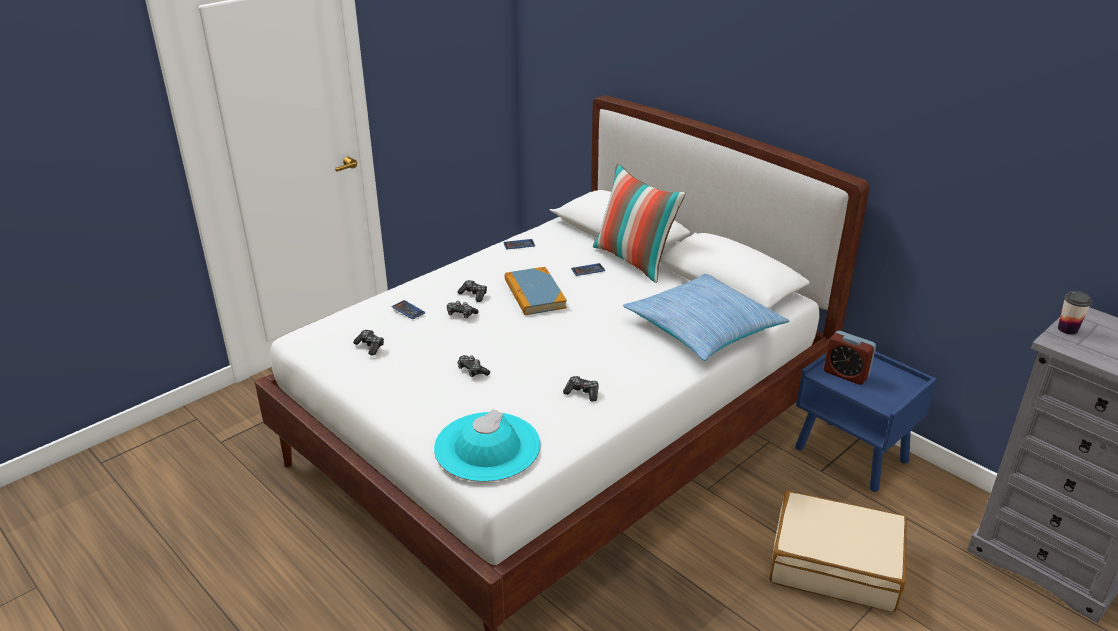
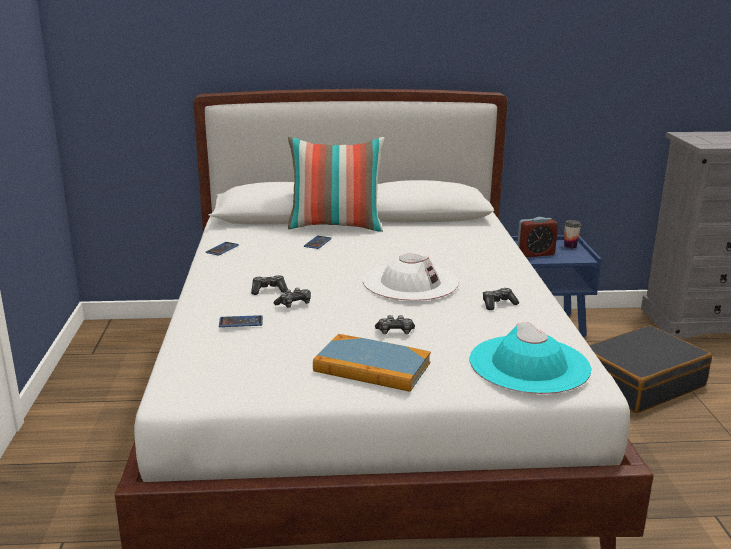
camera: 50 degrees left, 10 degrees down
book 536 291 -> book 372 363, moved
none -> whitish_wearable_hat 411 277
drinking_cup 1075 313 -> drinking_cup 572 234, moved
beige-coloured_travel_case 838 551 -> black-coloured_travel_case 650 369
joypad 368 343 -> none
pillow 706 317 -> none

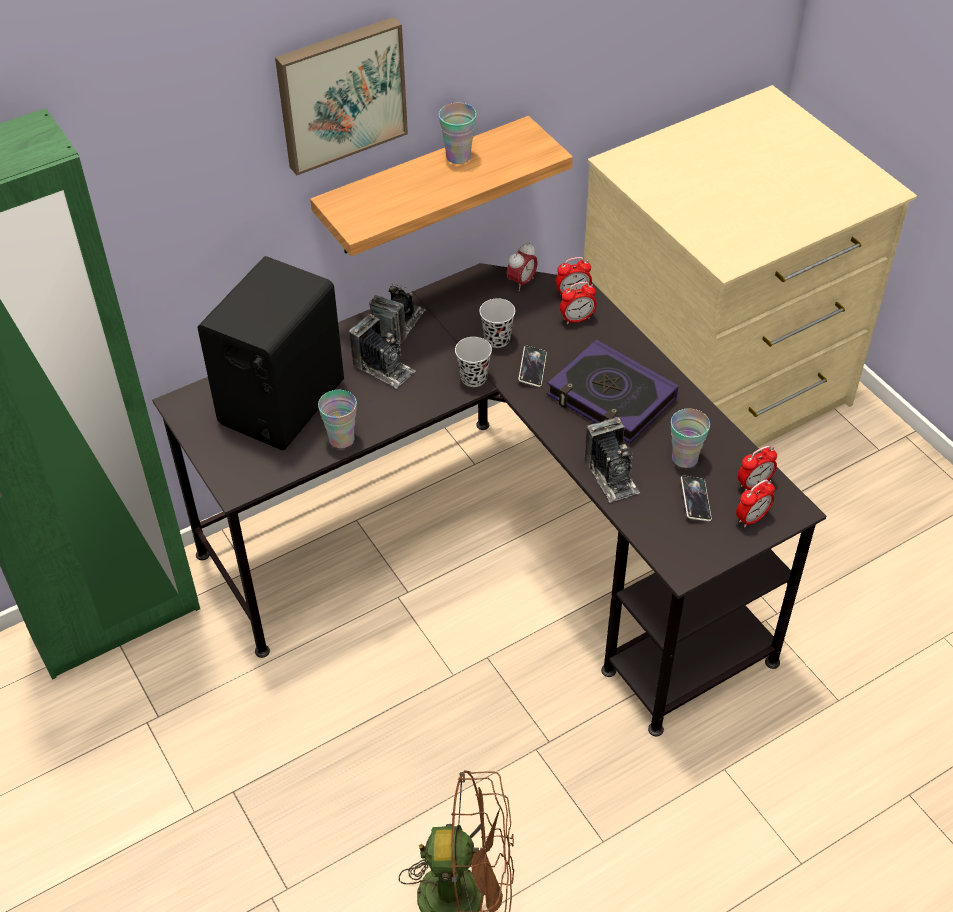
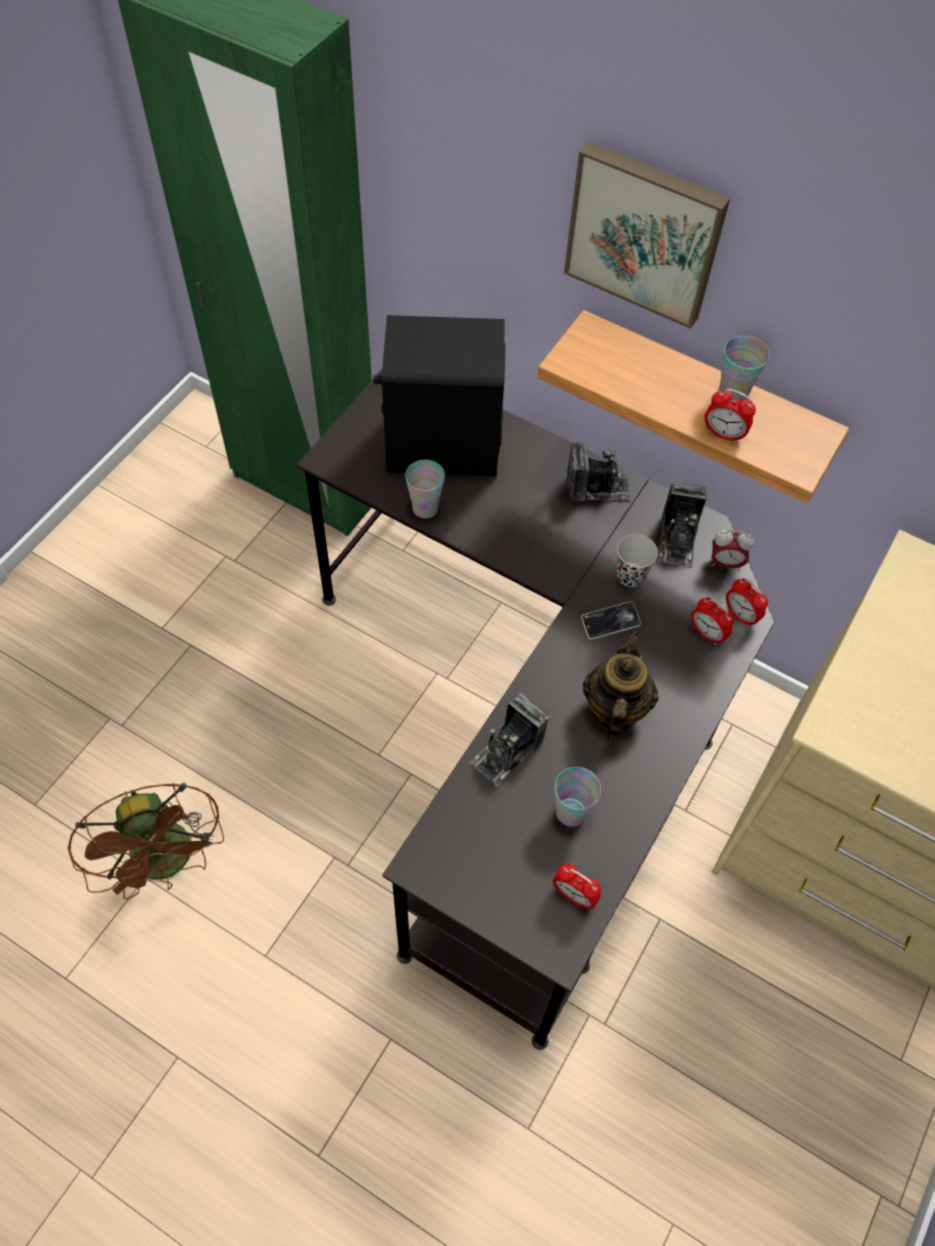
camera: 60 degrees right, 10 degrees up
book 612 392 -> teapot 621 686
photo_camera 382 351 -> photo_camera 683 524, moved
alarm_clock 755 503 -> alarm_clock 730 416, moved
black-coloured_drinking_cup 473 362 -> none
handset 696 498 -> none

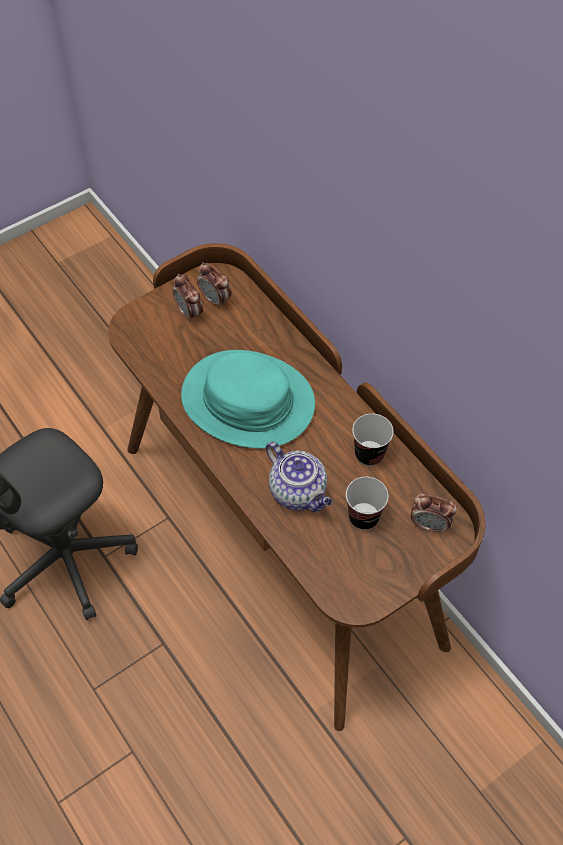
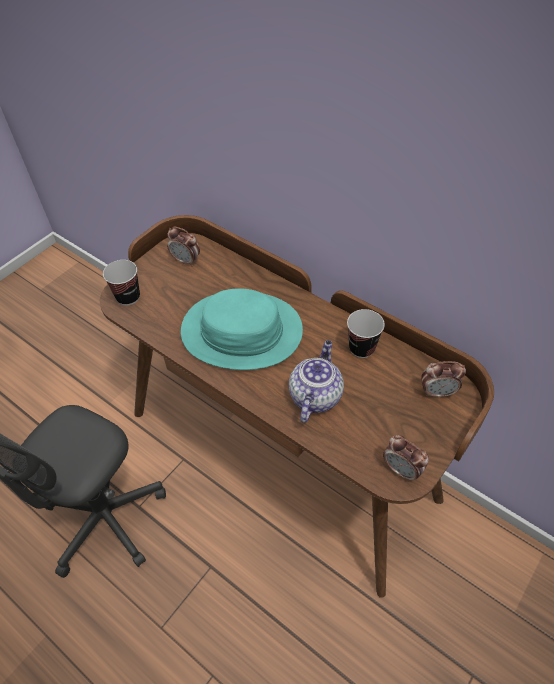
camera: 15 degrees left, 5 degrees down
drinking_cup 367 503 -> drinking_cup 121 283, moved
teapot 299 477 -> teapot 316 381, 105 degrees counterclockwise
alarm_clock 188 298 -> alarm_clock 406 458, moved

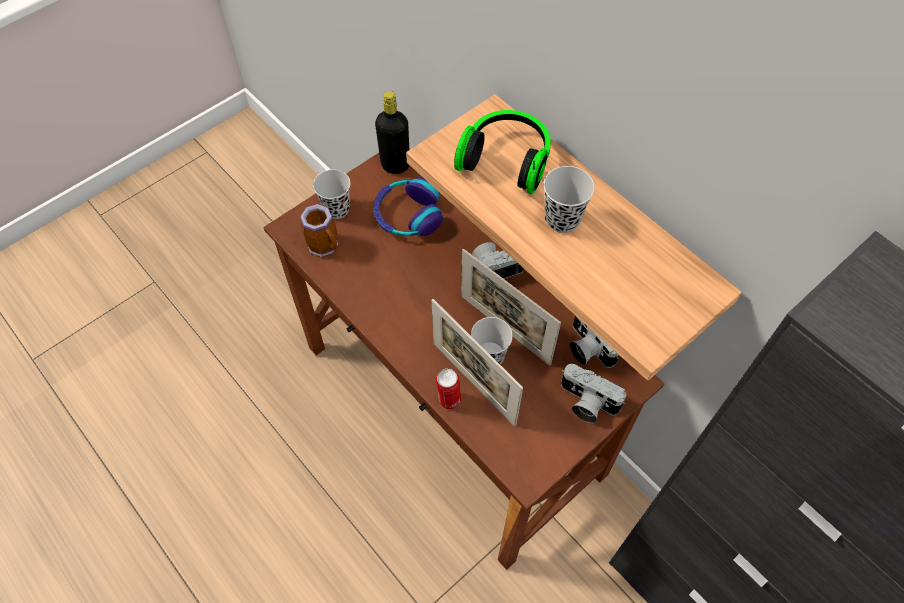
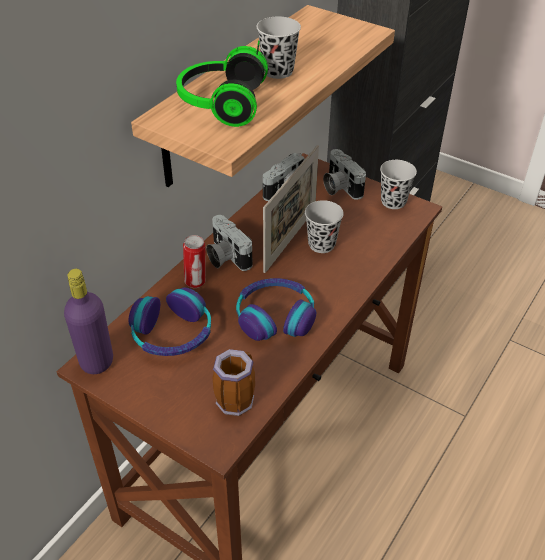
camera: 105 degrees left, 15 degrees down
black-coloured_beverage_bottle 392 132 -> purplish_beverage_bottle 88 321
sealed_can 448 388 -> sealed_can 194 261, moved
none -> pair_of_headphones 276 309
photo_camera 593 393 -> photo_camera 344 174, 135 degrees clockwise
black-coloured_drinking_cup 332 194 -> black-coloured_drinking_cup 398 184, moved
picture_frame 477 362 -> none

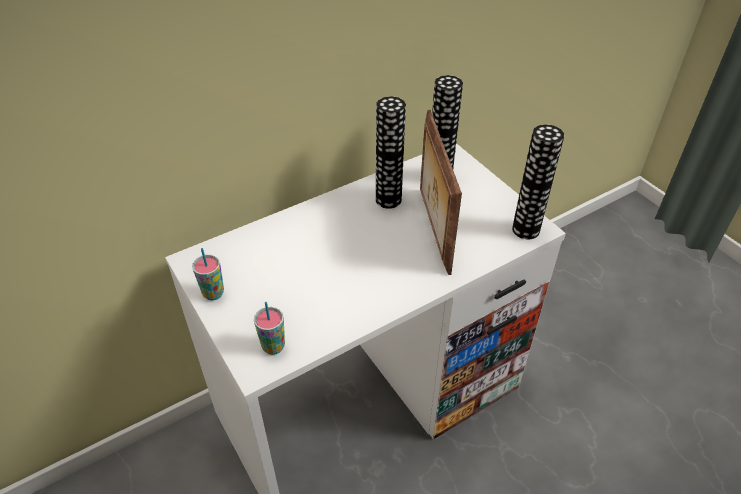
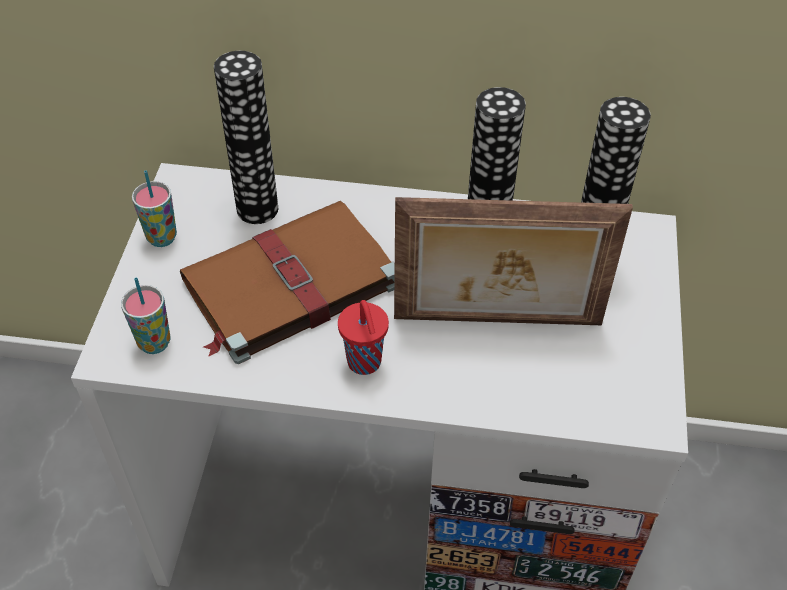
camera: 40 degrees right, 5 degrees up
none -> brown_book 287 282
vase 538 181 -> vase 246 137, moved
none -> red_drinking_cup 363 337
picture_frame 441 192 -> picture_frame 513 261, 120 degrees counterclockwise

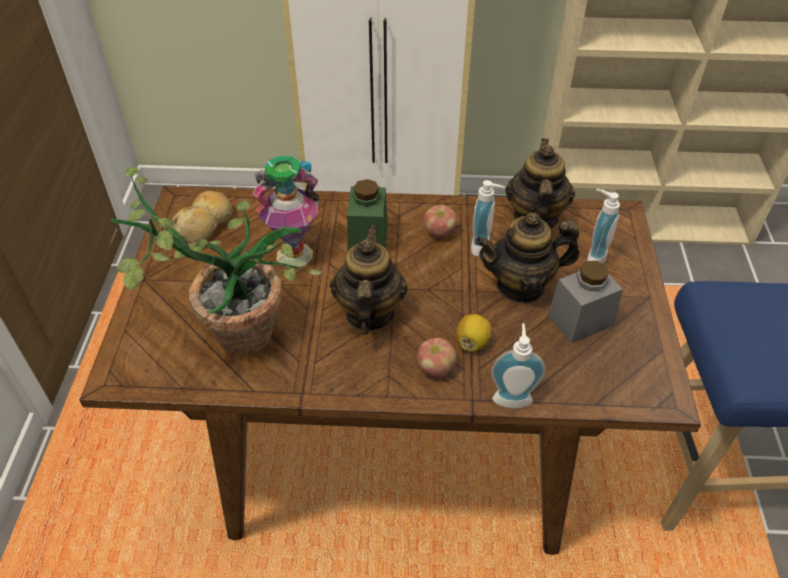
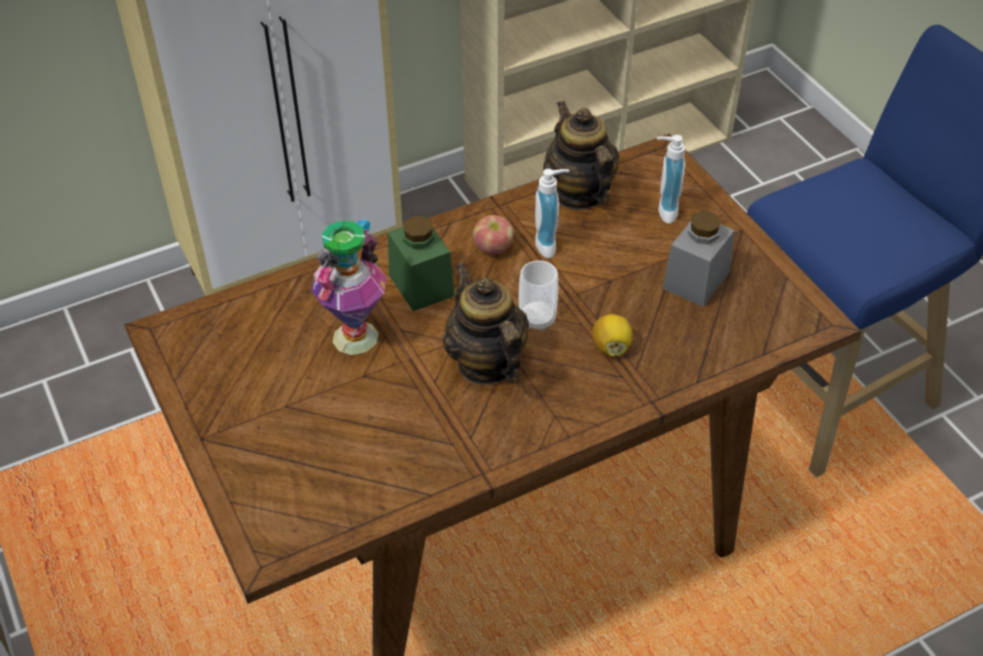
camera: 30 degrees left, 0 degrees up
none -> drinking_cup 538 295
houseplant 216 261 -> none
bakery_bread 202 218 -> none
apple_fruit 436 357 -> none
teapot 527 258 -> none
liquid_soap_bottle 518 366 -> none

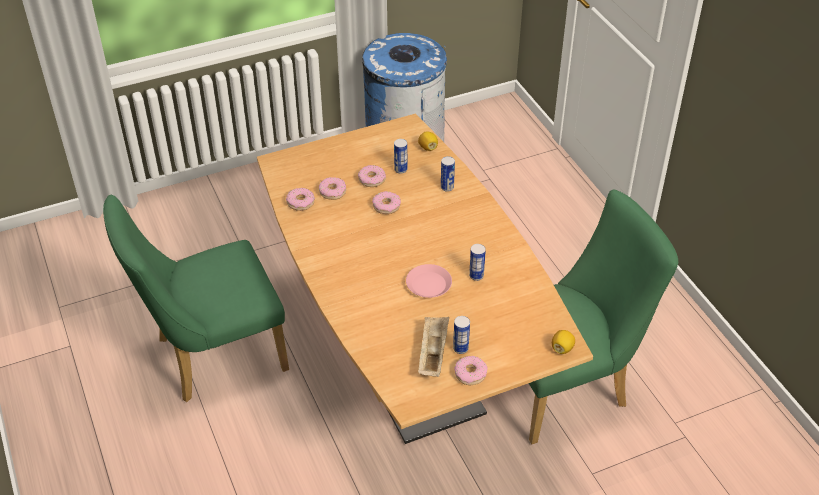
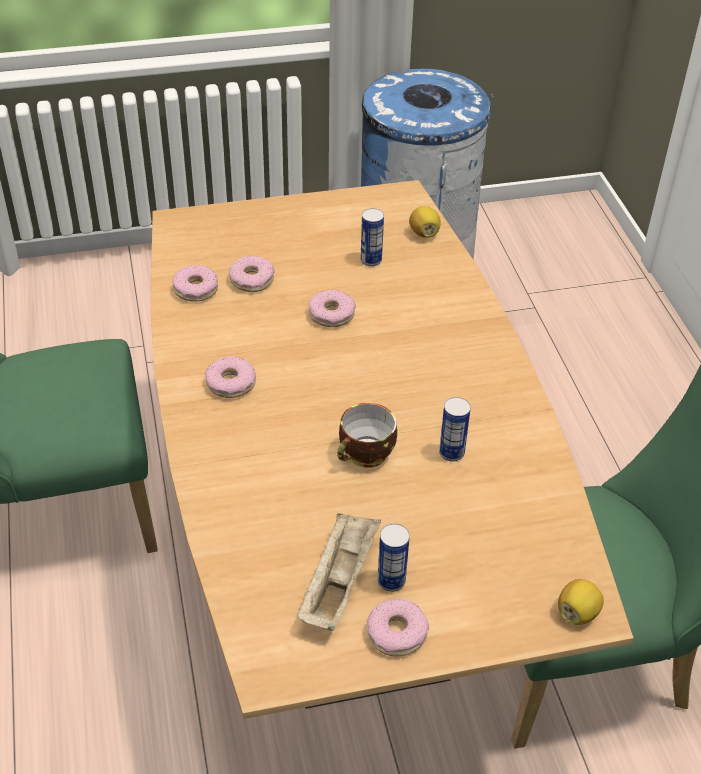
camera: 10 degrees right, 0 degrees up
donut 372 176 -> donut 230 377, moved
pink_flat_dish 429 281 -> drinking_cup 367 435
sealed_can 448 174 -> none

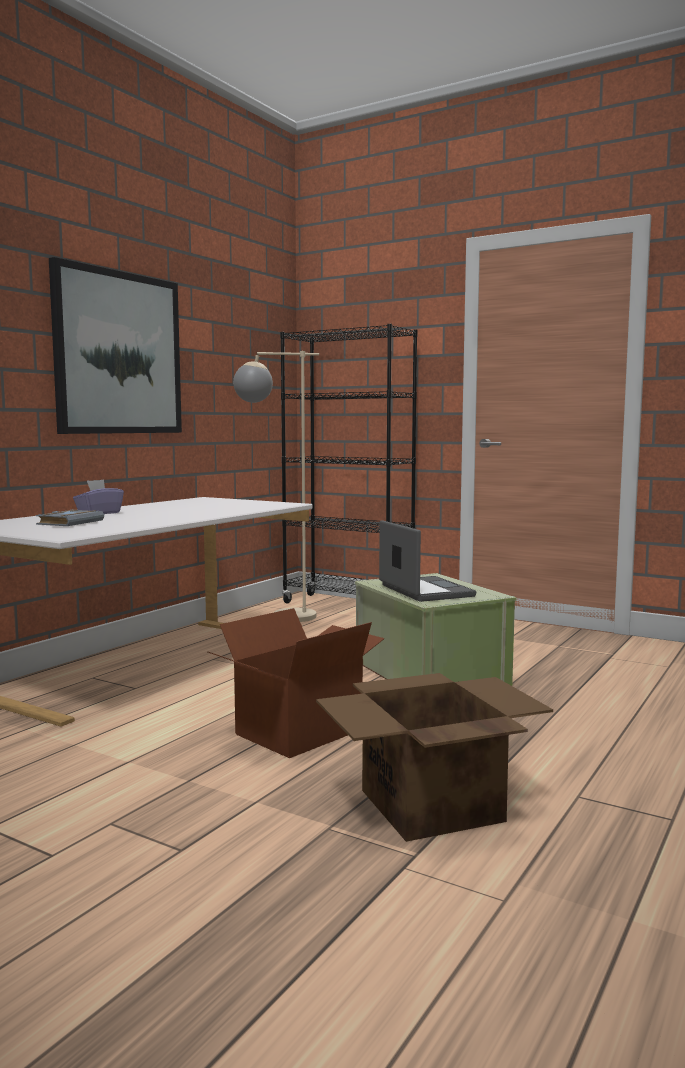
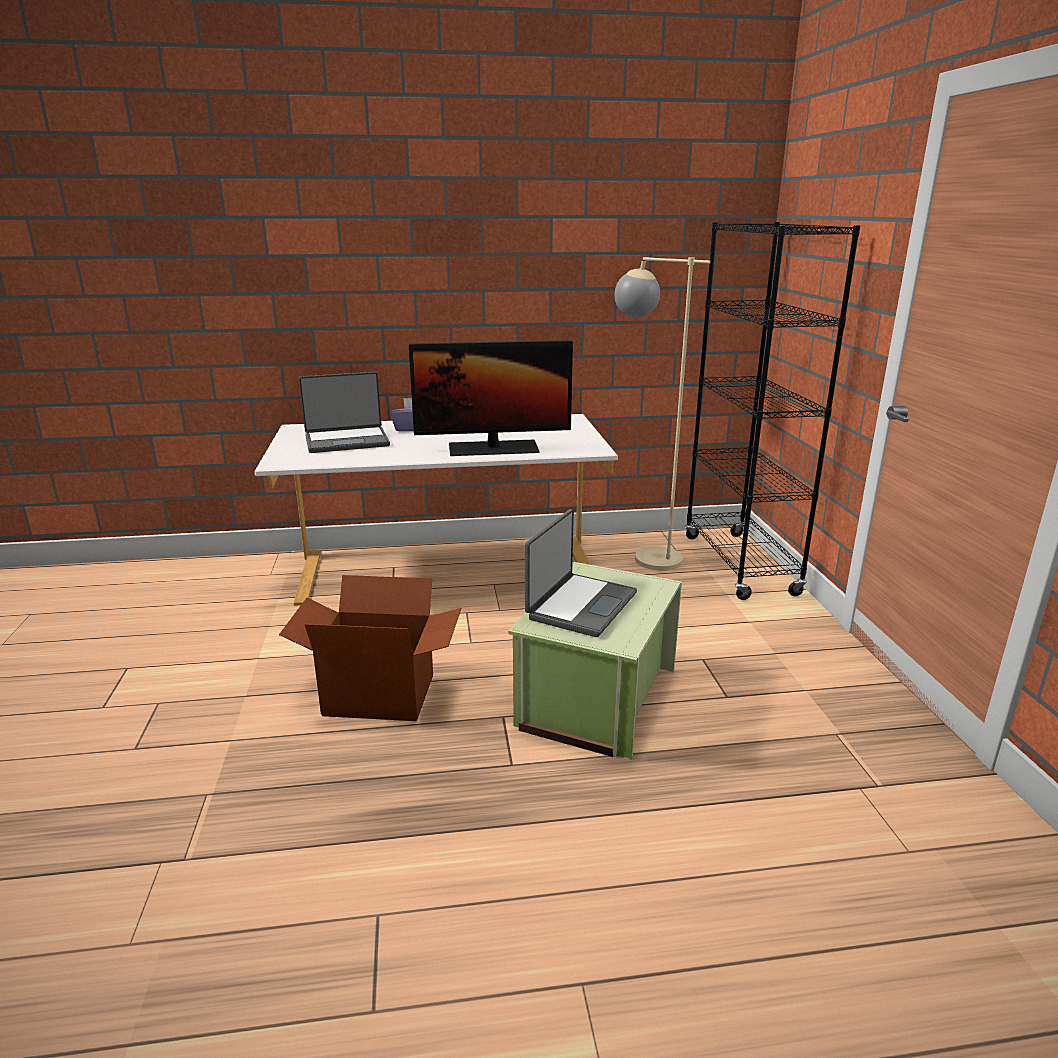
camera: 50 degrees right, 15 degrees up
greyish_book 70 517 -> notebook_computer 344 412
none -> computer_display 491 398
picture 115 345 -> none
cardboard_box 434 757 -> none

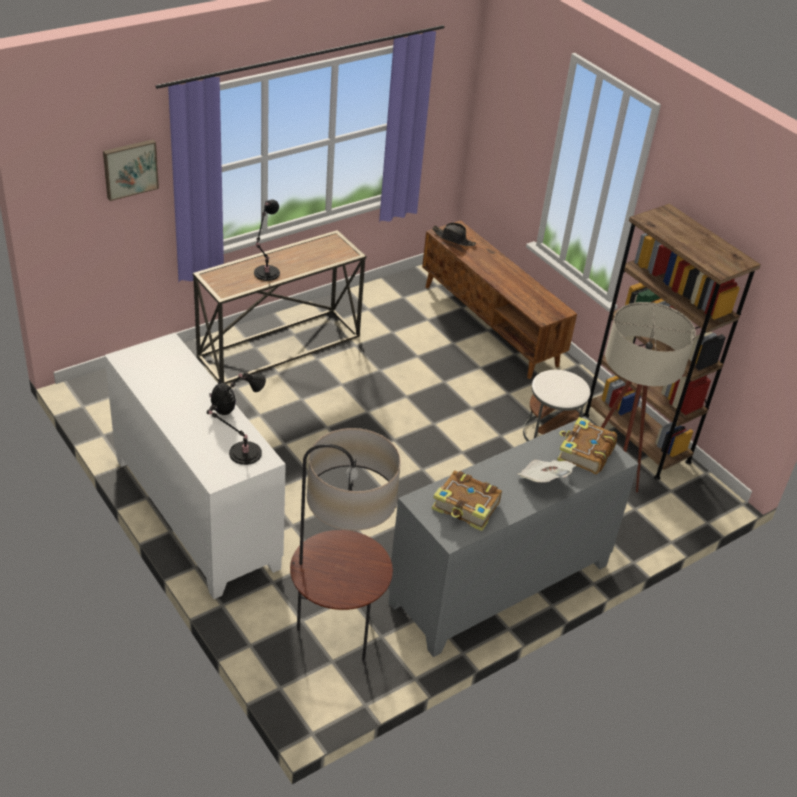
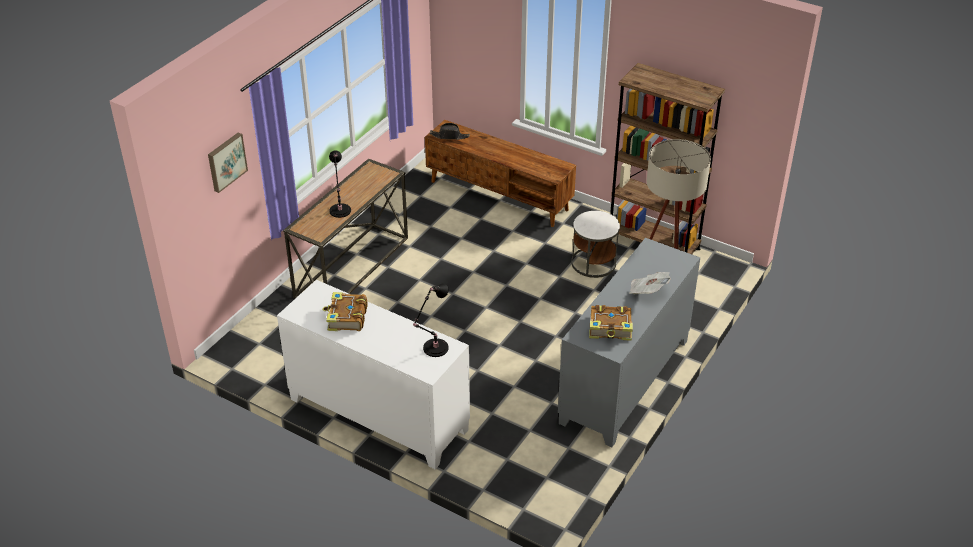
camera: 20 degrees left, 0 degrees up
book 587 445 -> book 345 311, moved
soft_toy 221 396 -> none
floor_lamp 345 544 -> none

